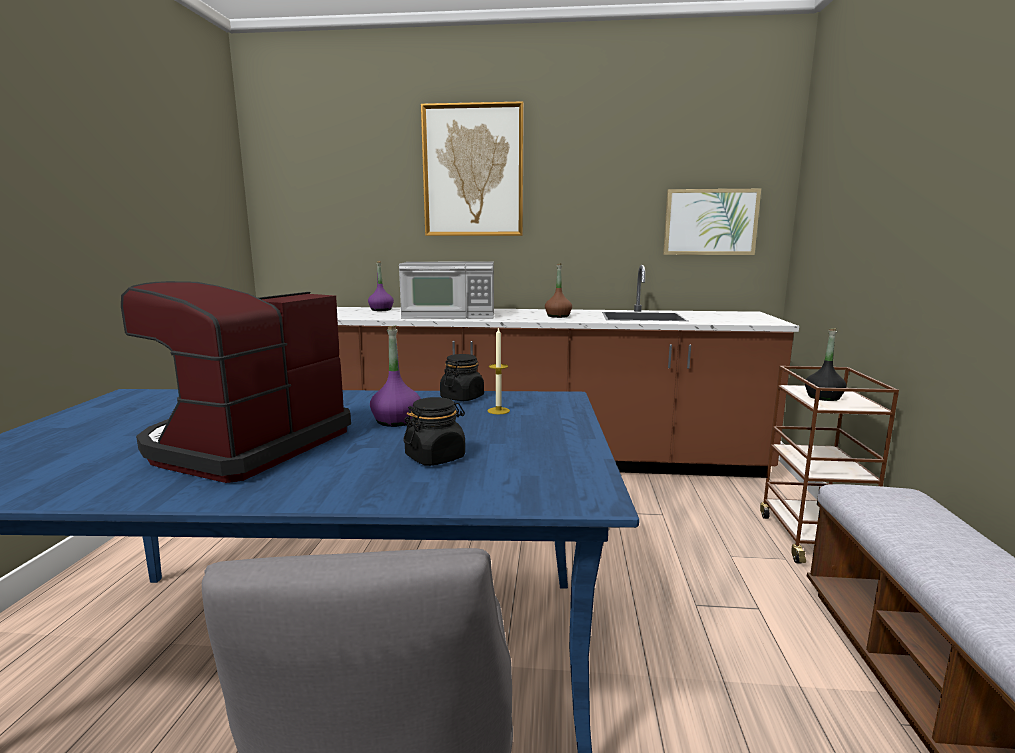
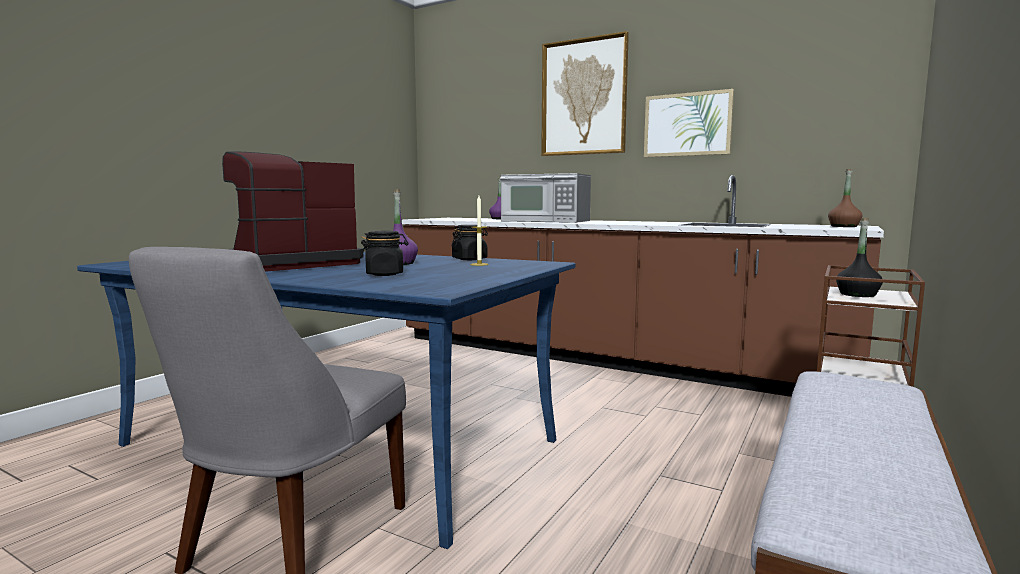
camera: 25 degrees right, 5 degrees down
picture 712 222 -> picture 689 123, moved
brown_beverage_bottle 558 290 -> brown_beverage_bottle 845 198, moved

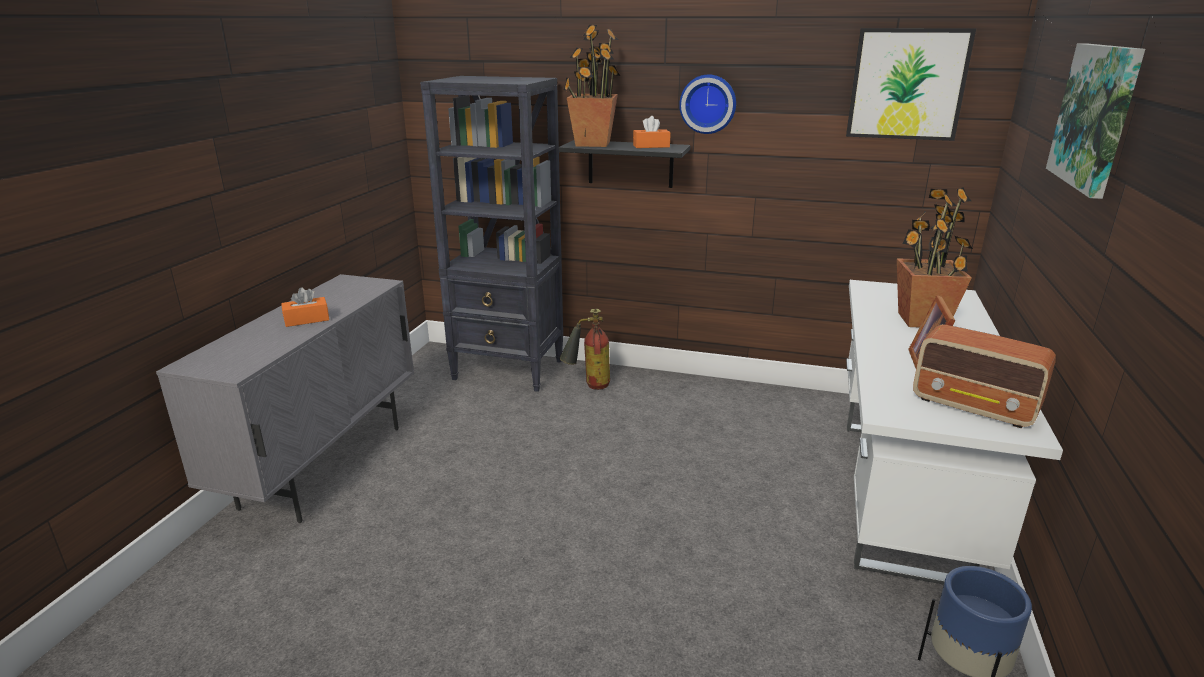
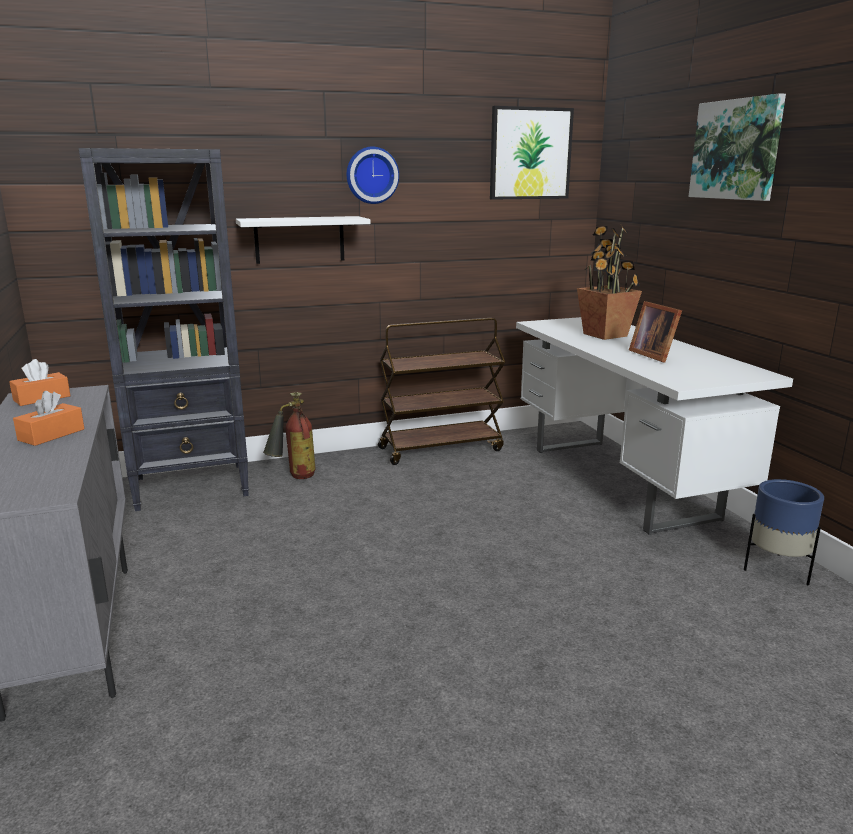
camera: 35 degrees left, 5 degrees down
orange-coloured_tissue_box 652 132 -> orange-coloured_tissue_box 39 382, moved
black-coloured_bracket_shelf 624 164 -> whitish_bracket_shelf 303 240
none -> brown_wheeled_cart 441 391
houseplant 592 86 -> none
radio_set 984 376 -> none

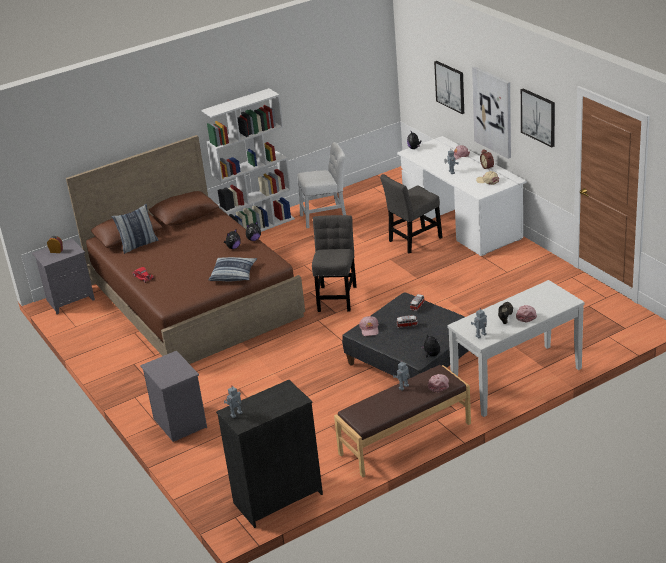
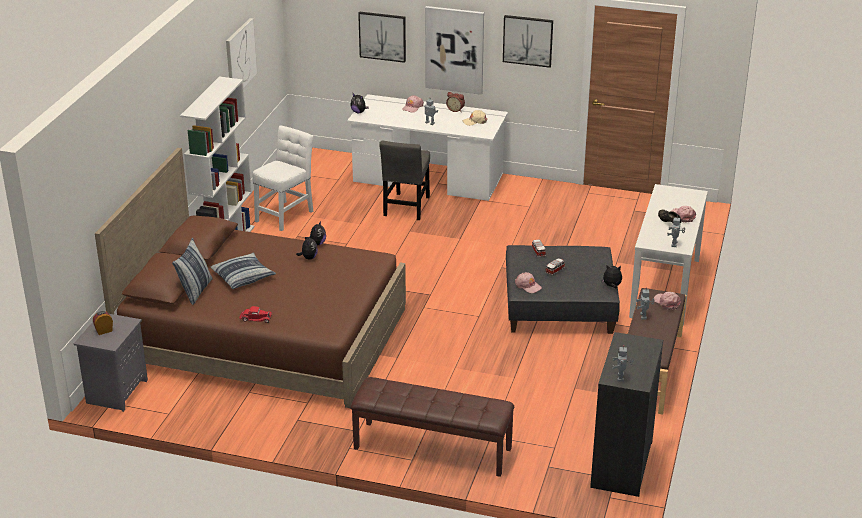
camera: 45 degrees left, 0 degrees up
pillow 233 269 -> pillow 243 271, moved
none -> picture 241 52
greyish_night_table 173 396 -> brown_indoor_bench 432 427
greyish_plain_chair 334 263 -> none

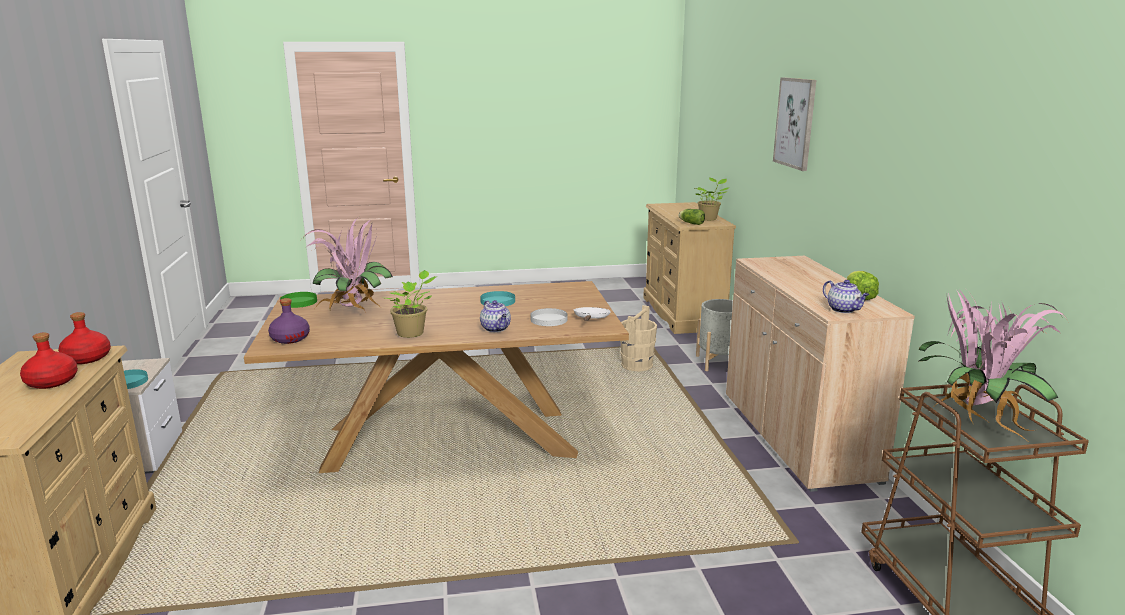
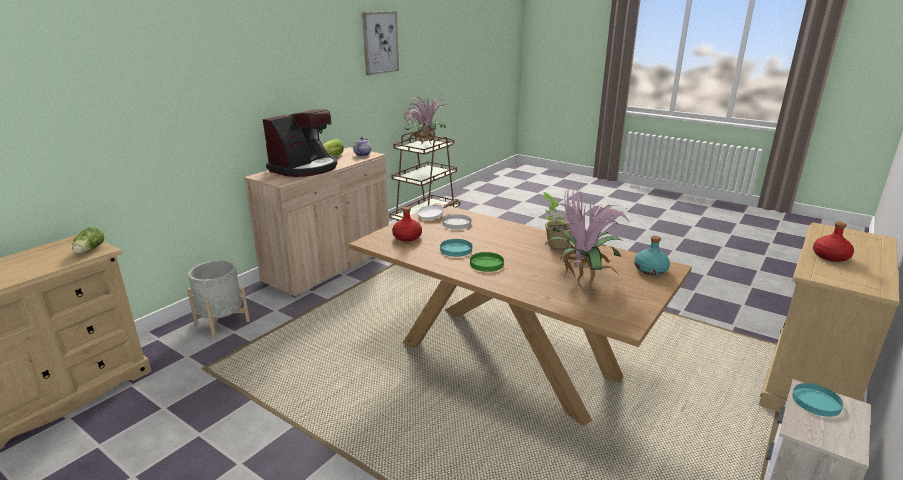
camera: 135 degrees left, 5 degrees up
none -> coffee_maker 300 143
picture 794 124 -> picture 380 43, moved
red_beverage_bottle 84 338 -> red_beverage_bottle 407 224, moved
green_flat_dish 298 300 -> green_flat_dish 487 262, moved
purplish_beverage_bottle 289 321 -> blue-green_beverage_bottle 652 255
teapot 495 316 -> none
beige-coloured_bucket 638 338 -> none
houseplant 712 199 -> none

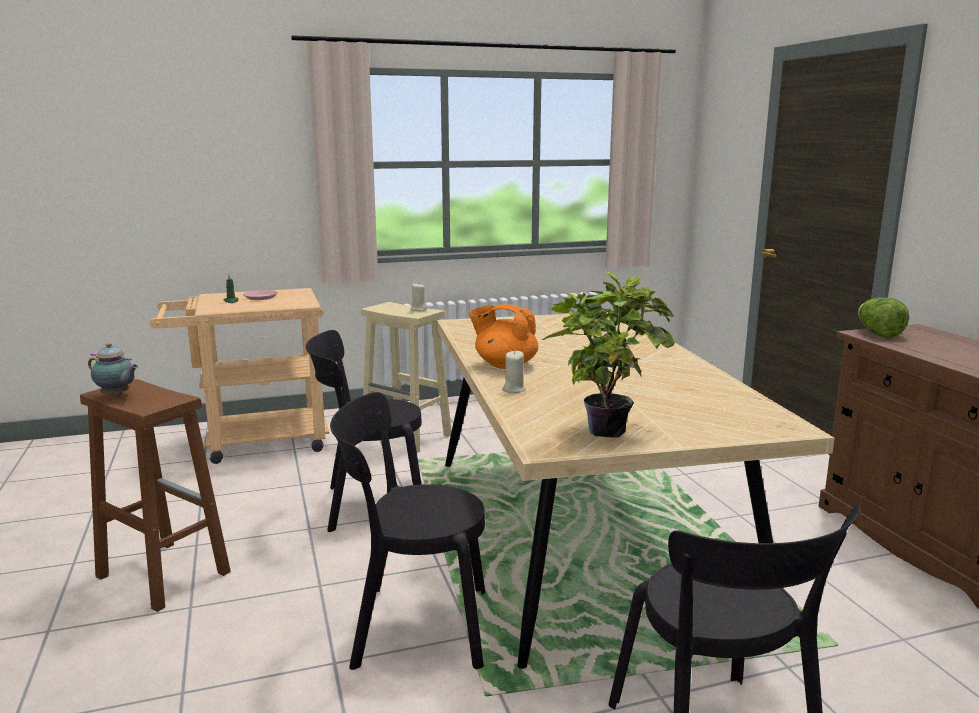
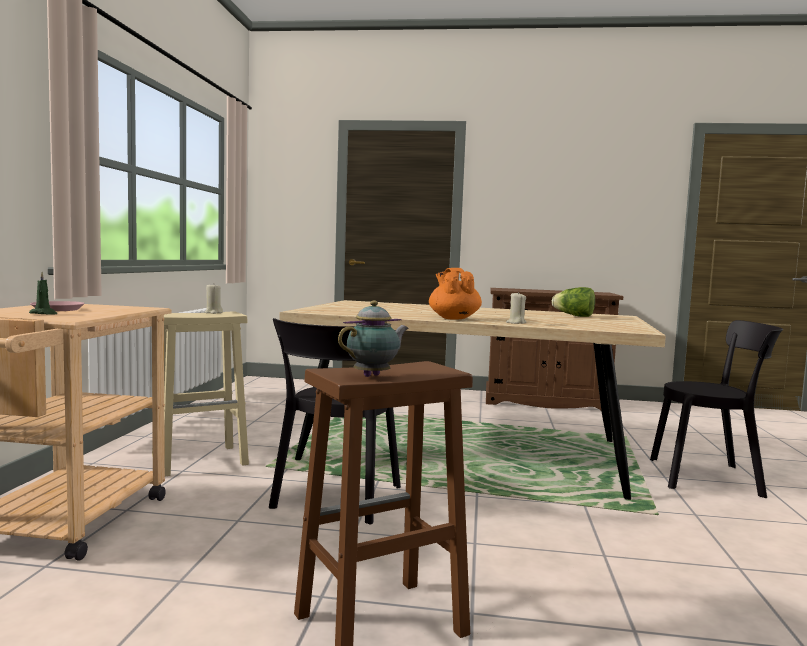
camera: 65 degrees left, 10 degrees down
orange-coloured_teapot 503 336 -> orange-coloured_teapot 455 294, 120 degrees clockwise
head_of_lettuce 883 318 -> head_of_lettuce 573 302, moved
black-coloured_plain_chair 407 531 -> none
houseplant 608 354 -> none

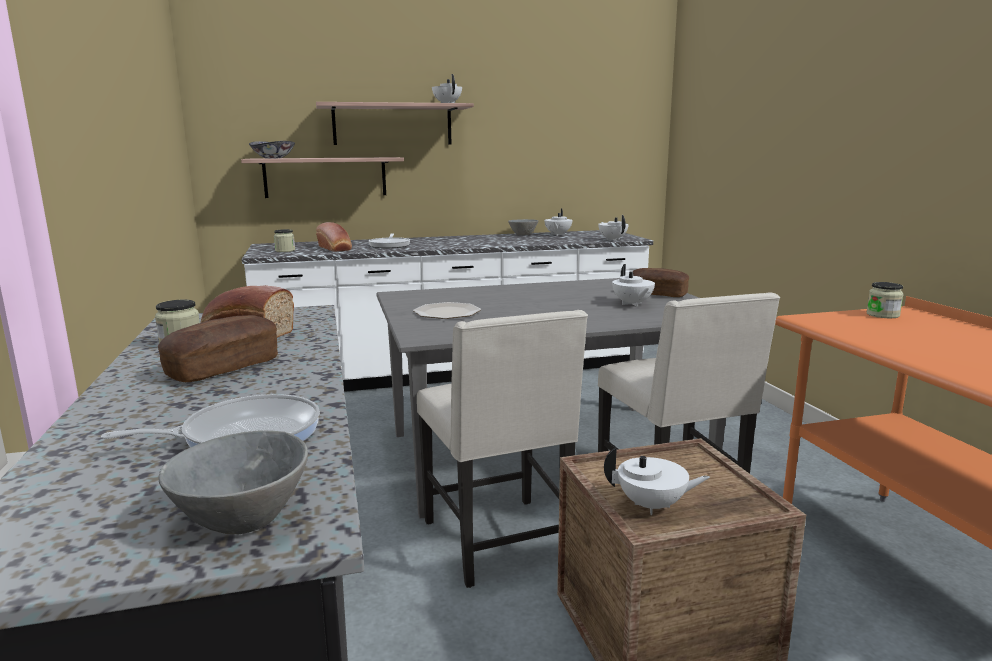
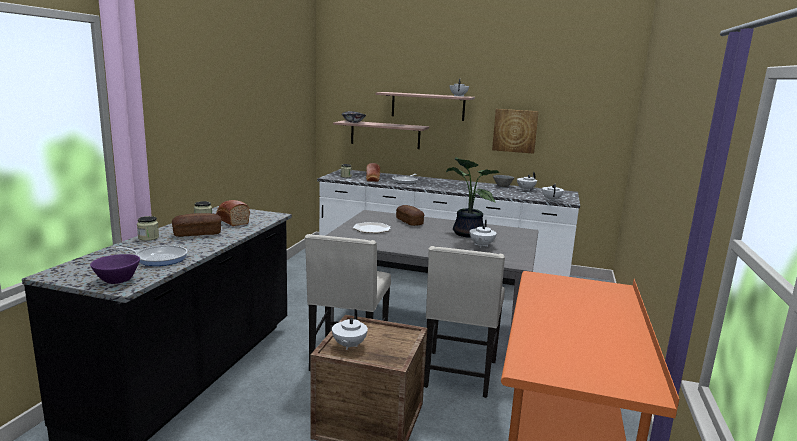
camera: 30 degrees right, 0 degrees up
greyish_bowl 233 482 -> purplish_bowl 115 269
jar 885 300 -> jar 148 228, moved
whitish_teapot 657 480 -> whitish_teapot 350 329, 60 degrees clockwise
bakery_bread 660 282 -> bakery_bread 410 215, moved
none -> houseplant 473 197
none -> picture 515 131

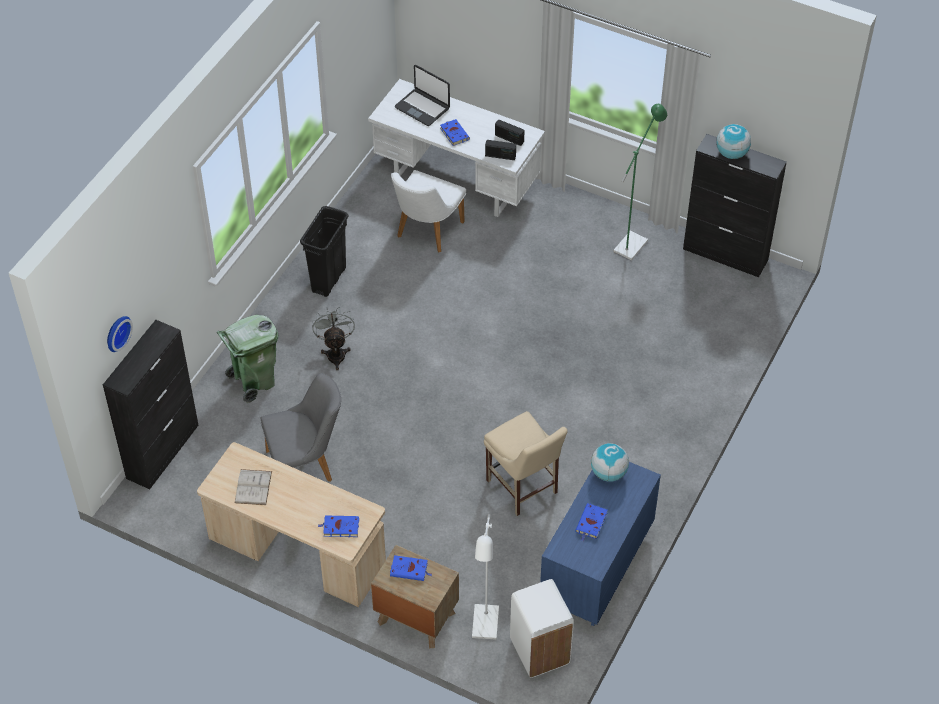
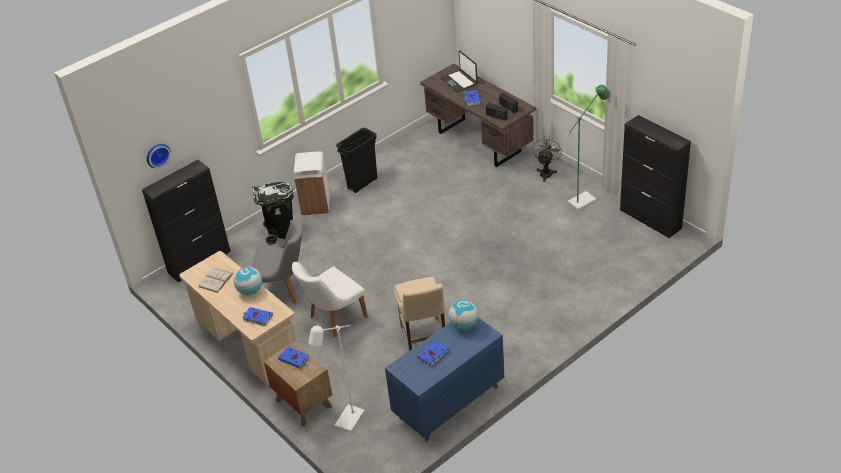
camera: 25 degrees right, 10 degrees down
globe 733 141 -> globe 248 281, moved
green_waste_bin 247 359 -> black-coloured_waste_bin 273 213
whitish_plain_chair 428 211 -> whitish_plain_chair 330 299, moved
whitish_waste_bin 542 628 -> whitish_waste_bin 311 183, moved
whitish_desk 456 148 -> brown_desk 478 115
greyish_cooling_fan 333 338 -> greyish_cooling_fan 547 160, moved

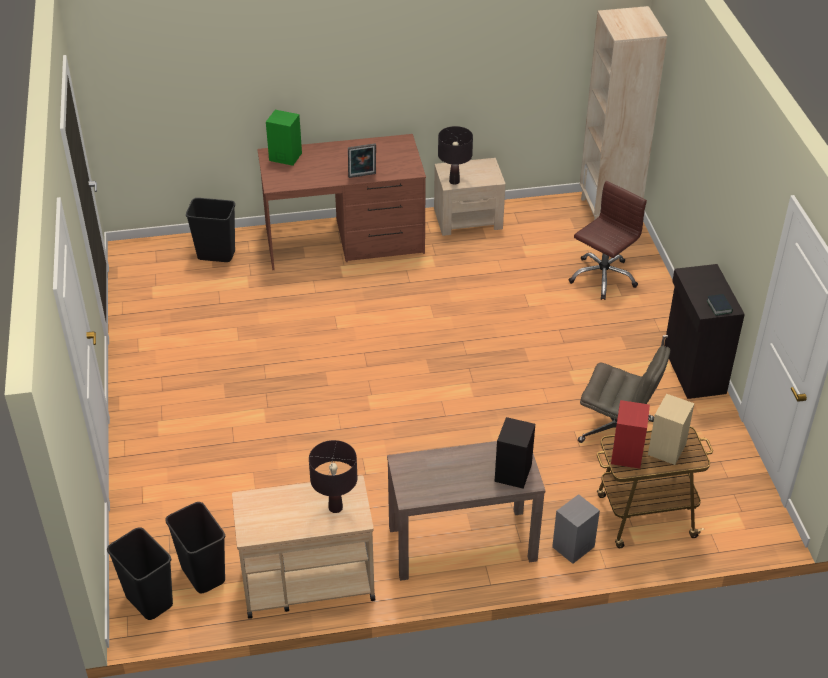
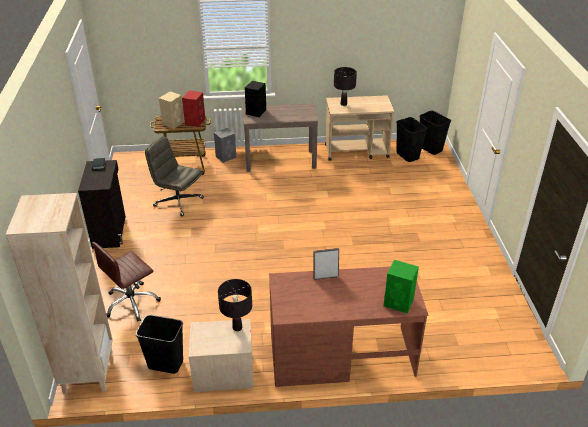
camera: 175 degrees left, 5 degrees down
black-coloured_waste_bin 210 230 -> black-coloured_waste_bin 159 344, moved

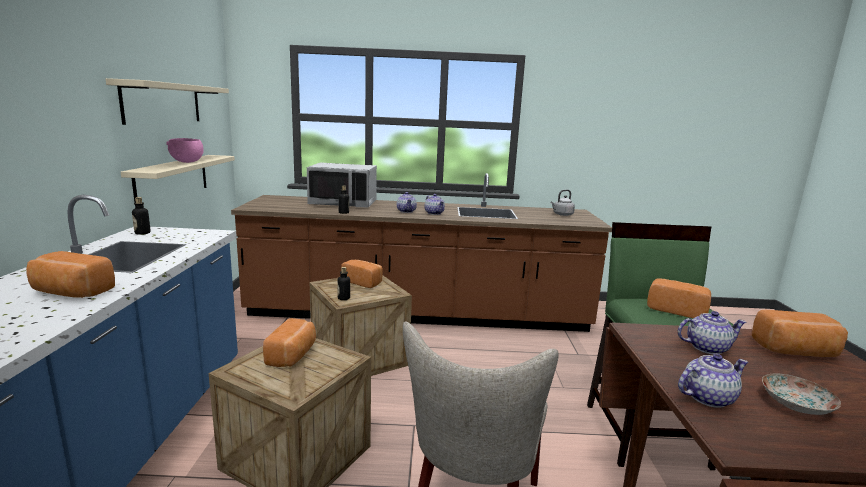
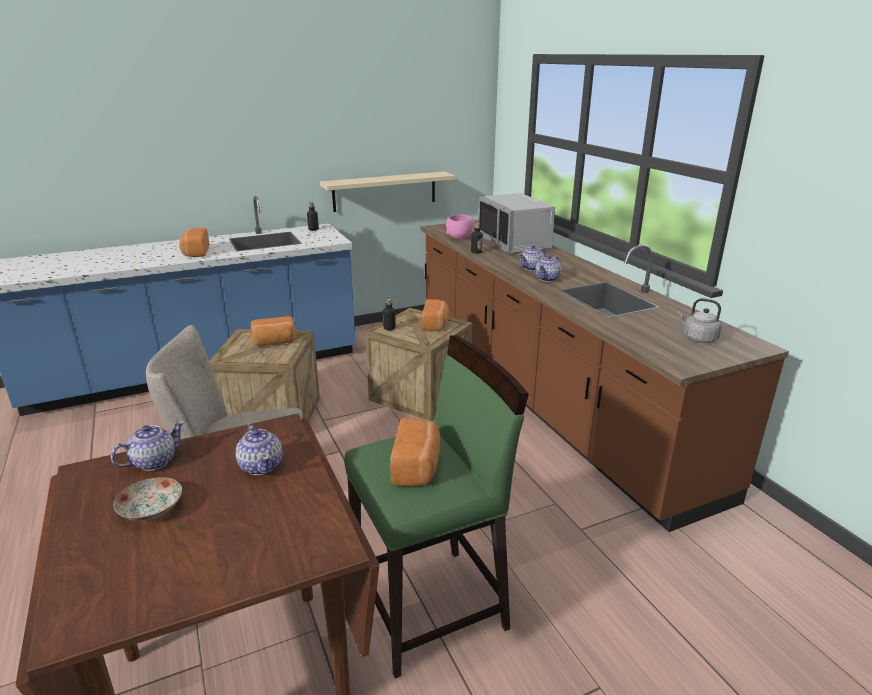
camera: 65 degrees right, 10 degrees up
teapot 713 381 -> teapot 147 446, 90 degrees counterclockwise
pink_bowl 185 150 -> pink_bowl 460 227, moved
beige-coloured_bracket_shelf 167 101 -> none
bakery_bread 800 333 -> none

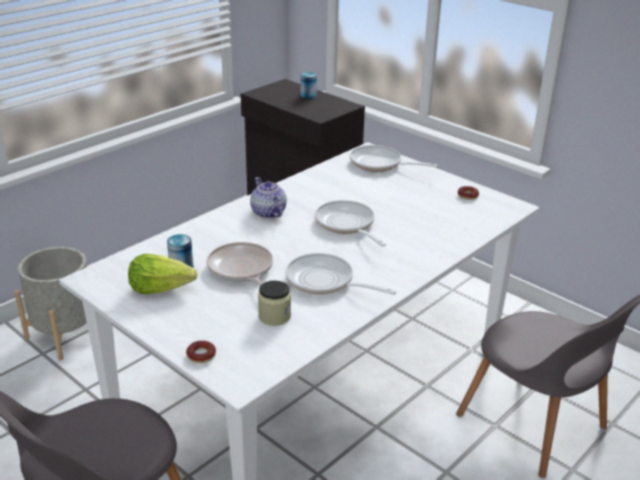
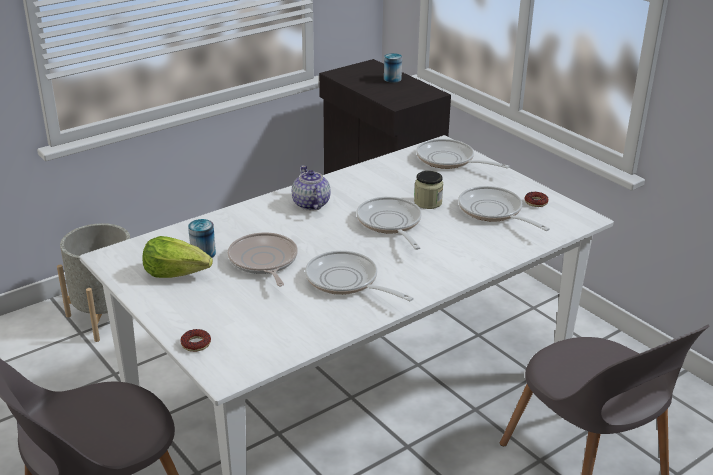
camera: 10 degrees right, 0 degrees up
jar 274 303 -> jar 428 190, moved
none -> skillet 504 208

